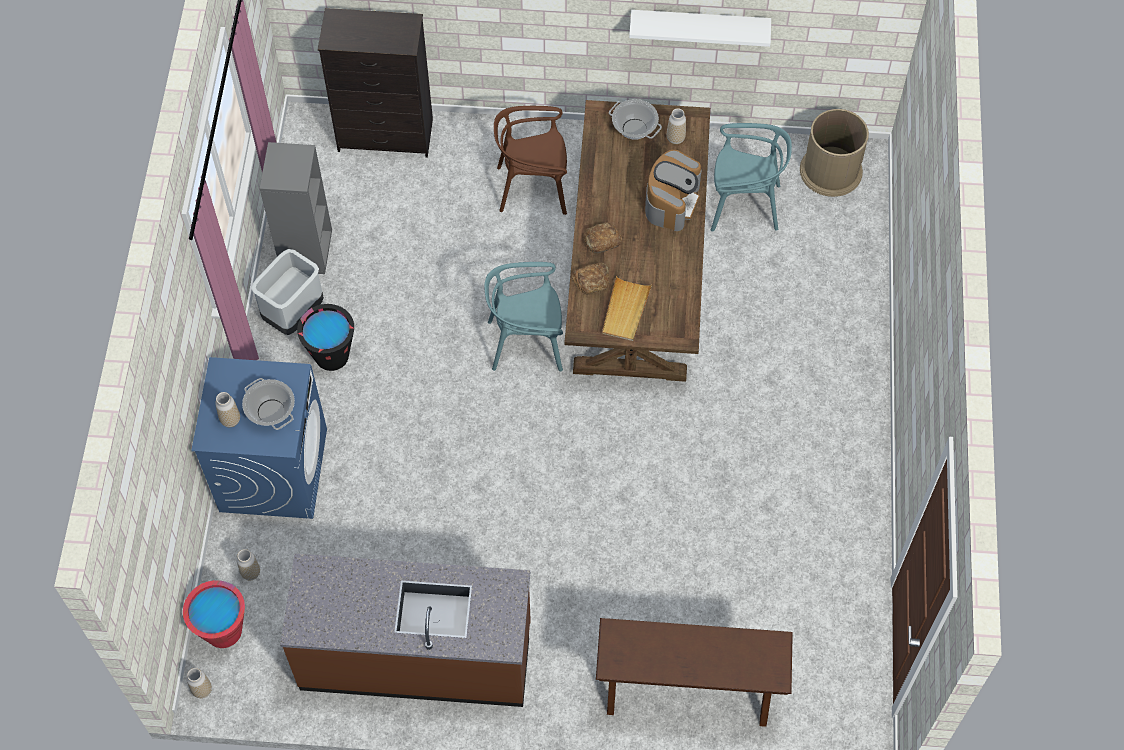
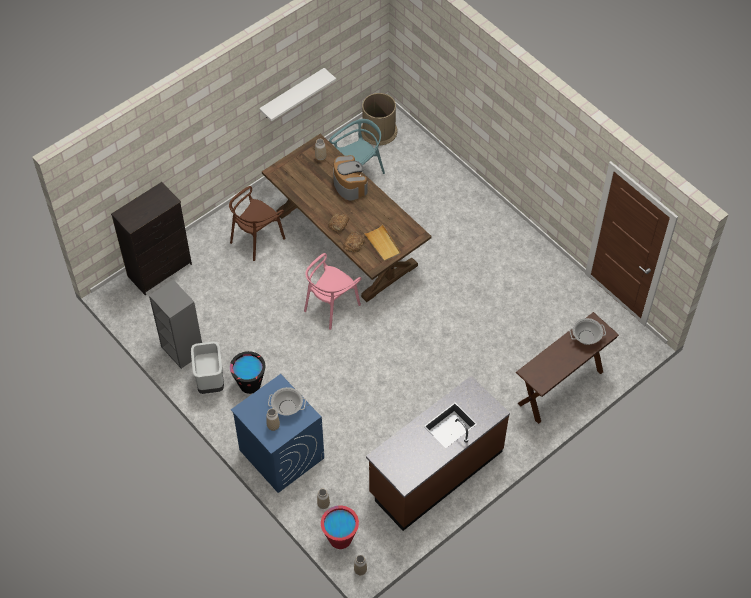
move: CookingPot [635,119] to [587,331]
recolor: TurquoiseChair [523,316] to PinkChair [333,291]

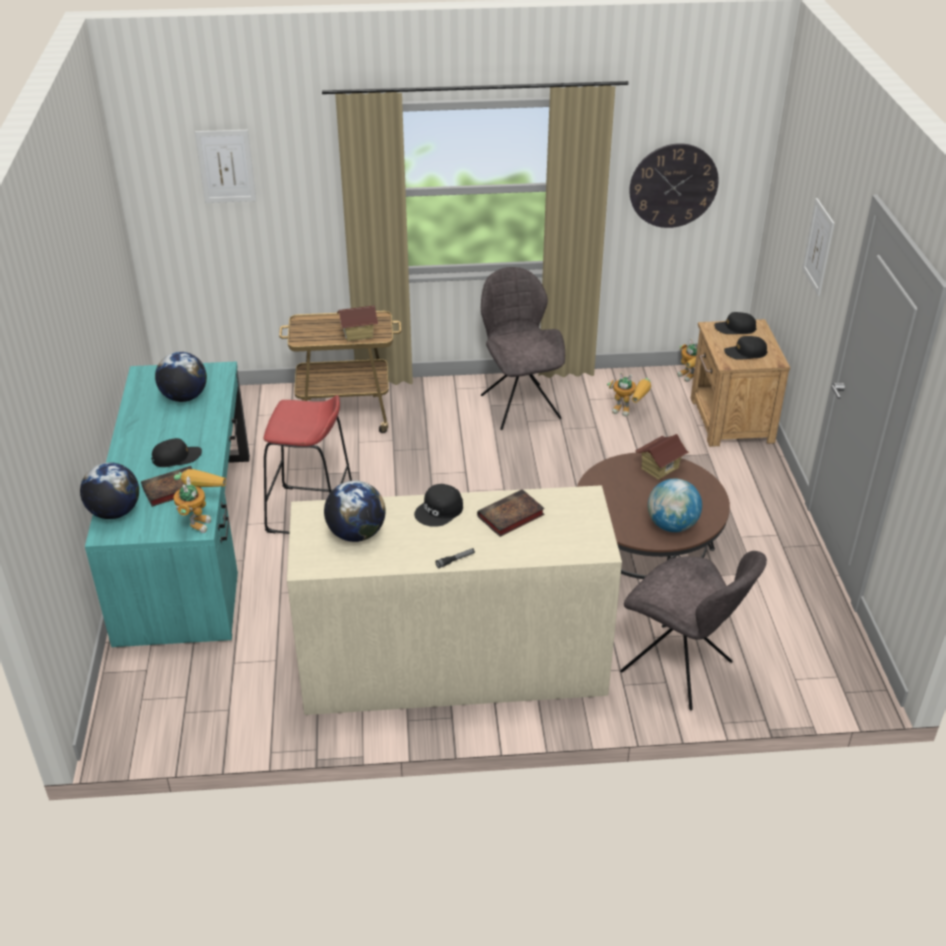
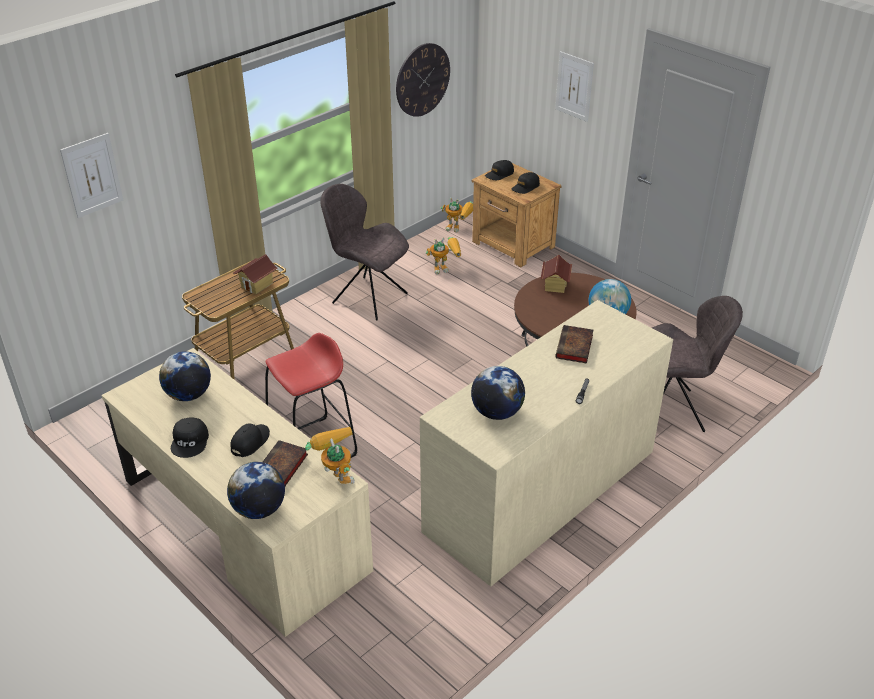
move: BlackCap [438,505] to [190,438]
recolor: TurquoiseDesk [167,504] to BeigeDesk [237,492]

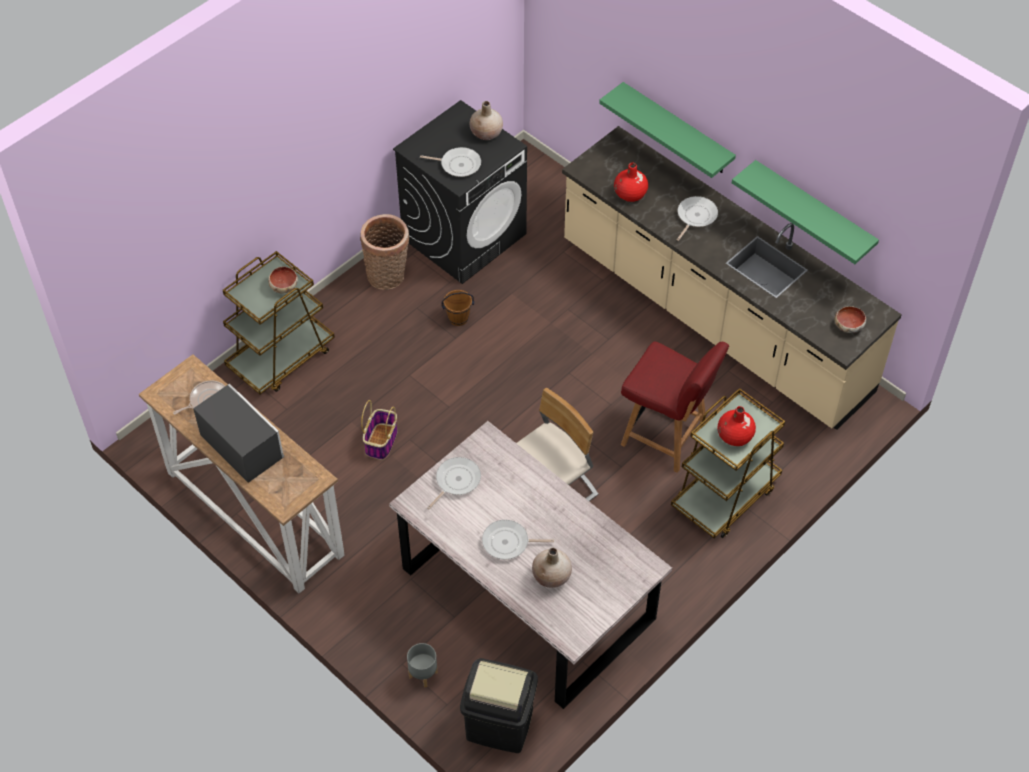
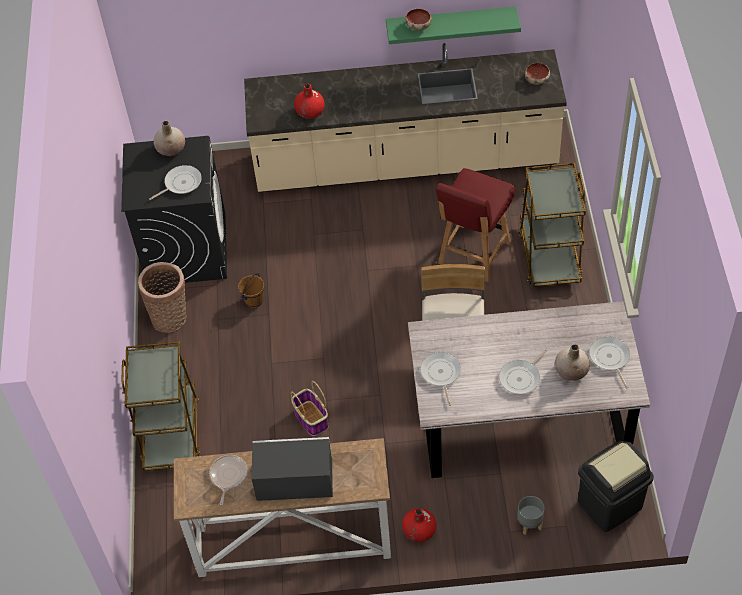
delete: GreenShelf [667,130]
move: Bowl [283,280] to [418,19]; FryingPan [697,218] to [609,362]; RedVase [736,426] to [419,525]
rotate: RedChair [675,407] = [475,225] 135 degrees clockwise

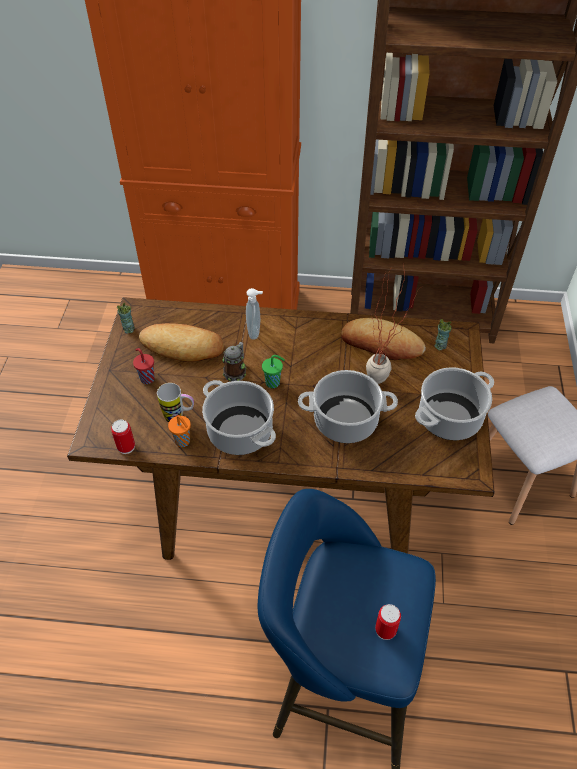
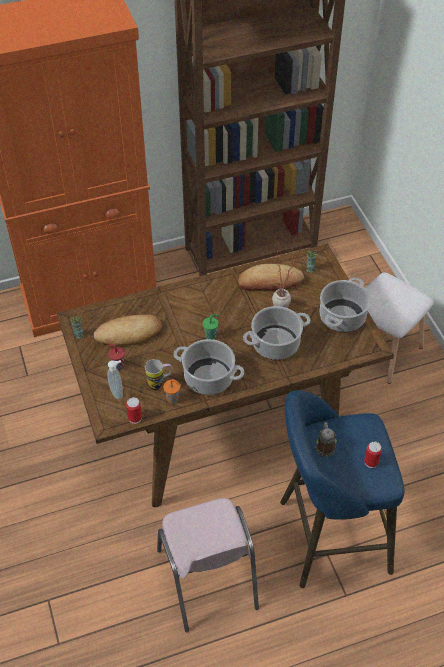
insert: PinkChair [208,565]
move: Mug [235,361] to [326,439]; SoapDispenser [254,314] to [115,379]

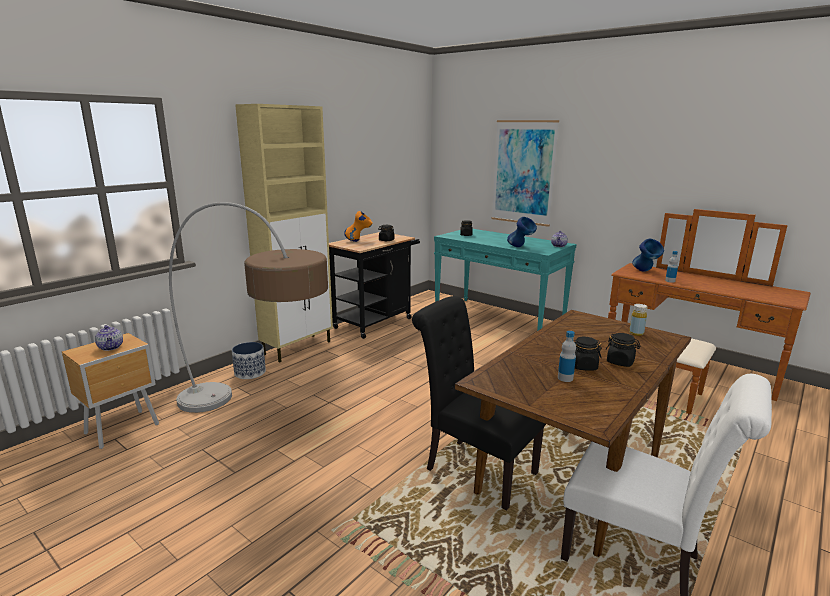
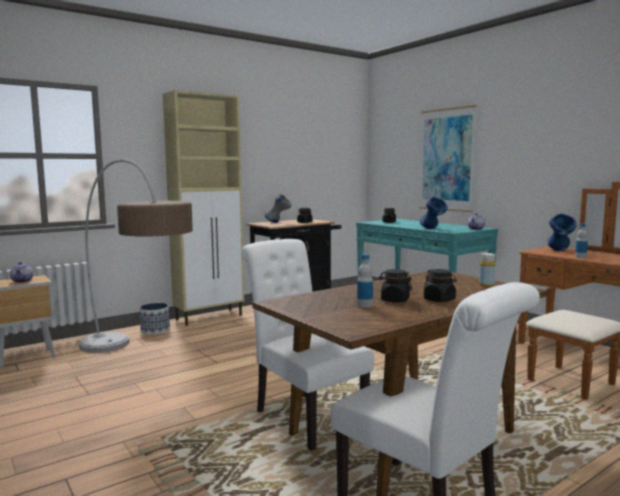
recolor: OrangeVase [358,226] to GreyVase [278,208]; BlackChair [479,403] to WhiteChair [307,345]

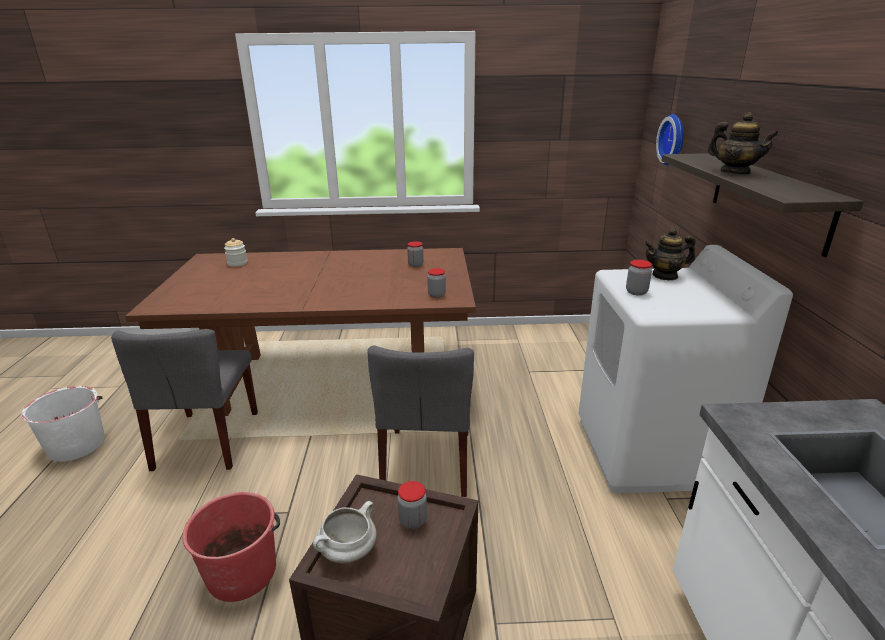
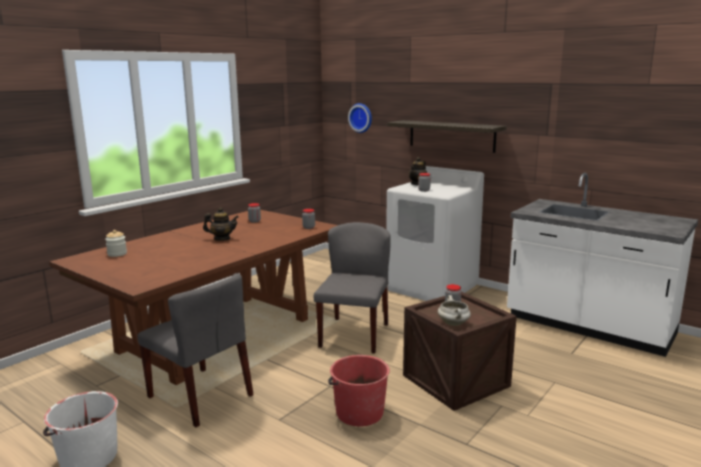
move: Teapot [743,143] to [221,224]
rotate: GreyChair [420,421] = [351,288] 120 degrees counterclockwise

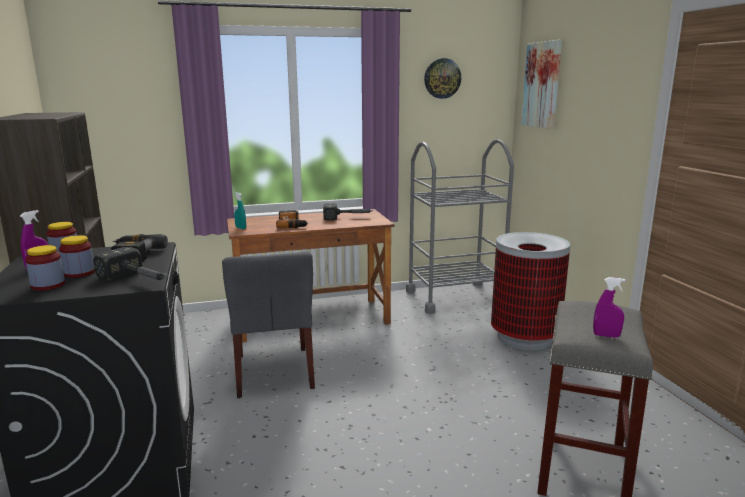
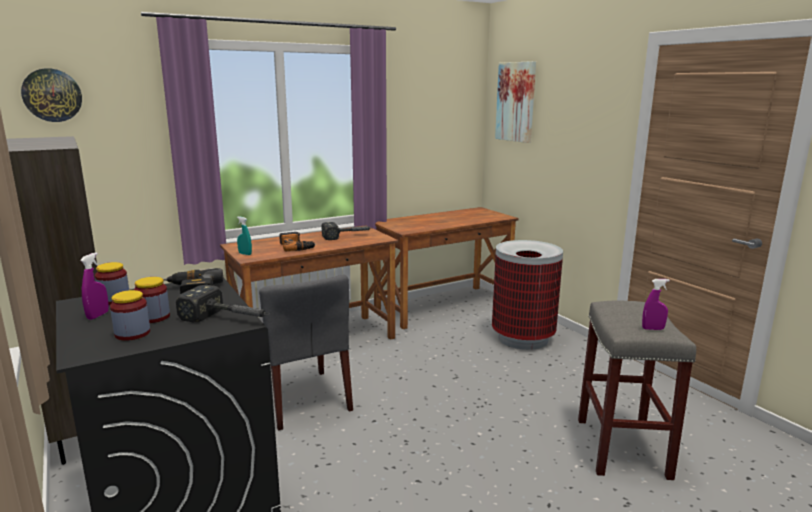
move: WallClock [442,78] to [51,95]
replace: GreyCart [460,226] to BrownDesk [446,268]

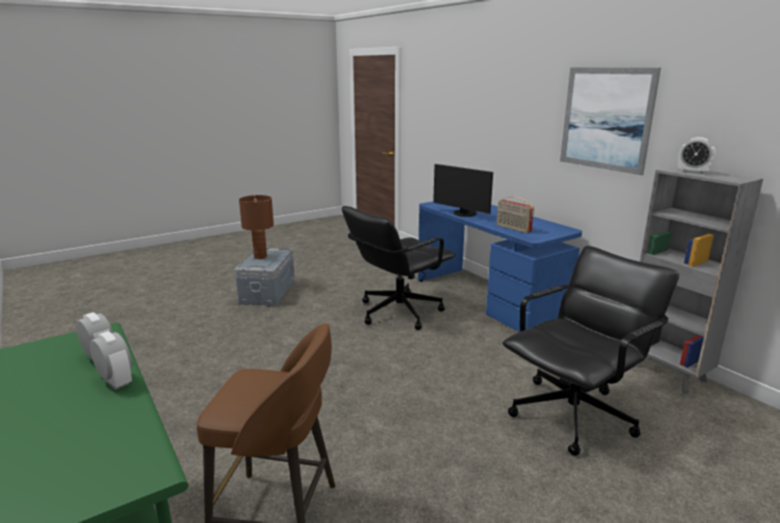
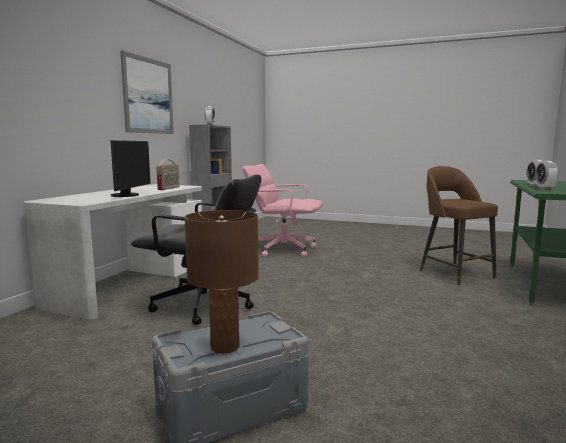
recolor: BlueDesk [500,266] to WhiteDesk [113,252]; BlackOfficeChair [591,351] to PinkOfficeChair [283,210]

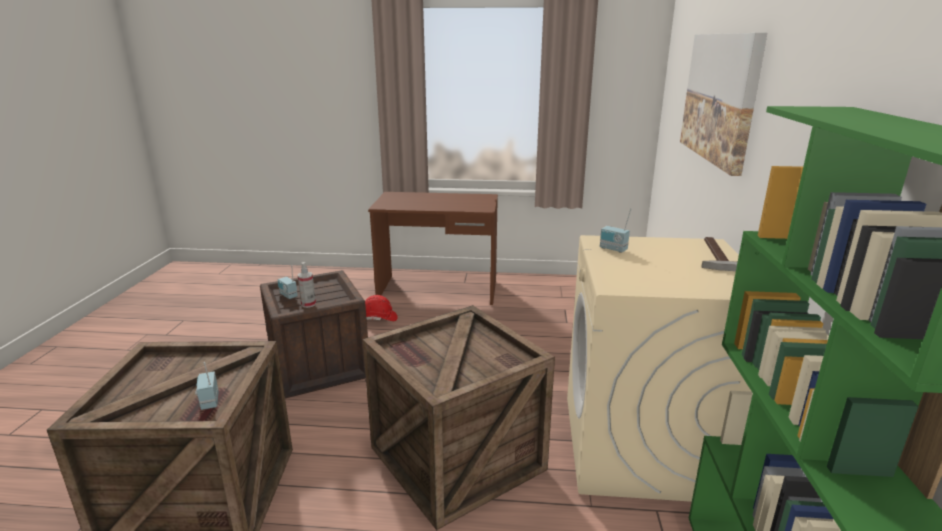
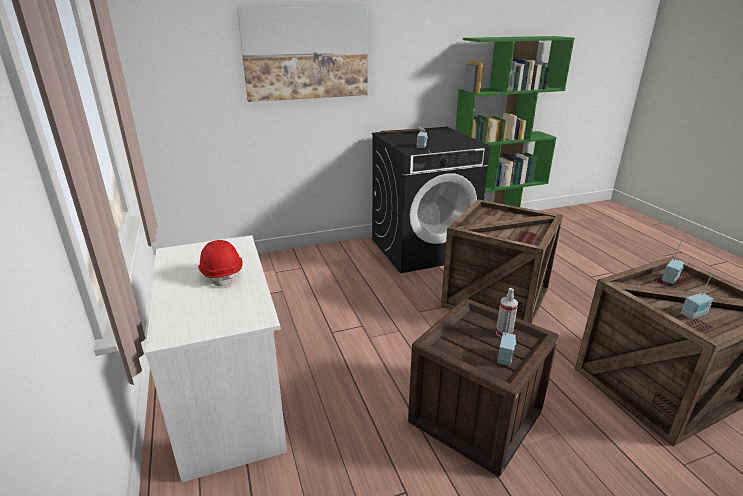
insert: Radio [697,296]
move: RedHardHat [381,308] to [220,263]
recolor: BrownDesk [433,248] to WhiteDesk [216,359]; BeigeWashingMachine [659,368] to BlackWashingMachine [431,200]

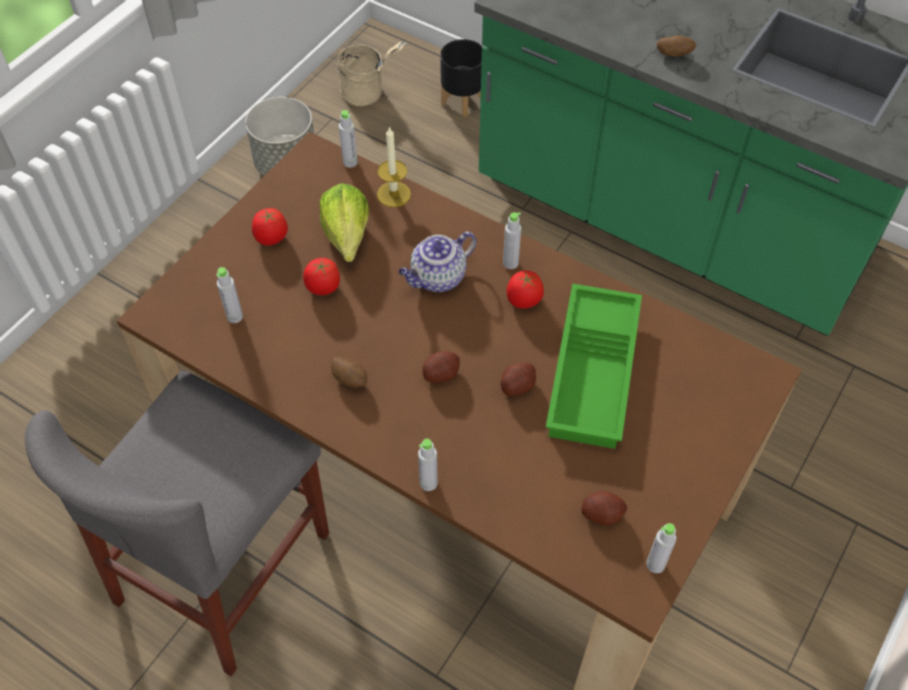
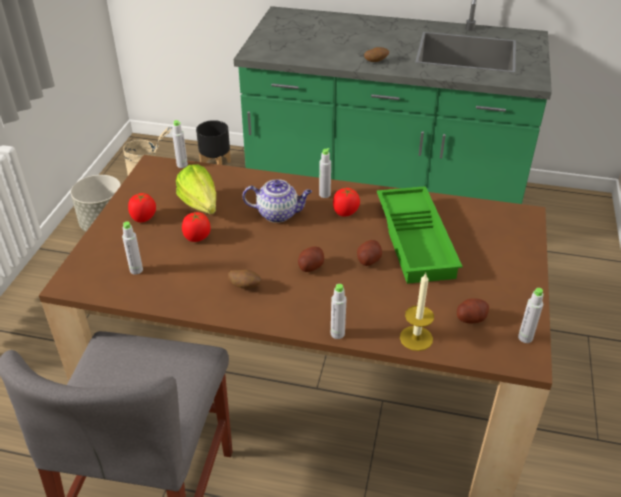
move: Candle [394,166] to [417,311]
rotate: Teapot [437,261] = [277,201] 120 degrees counterclockwise

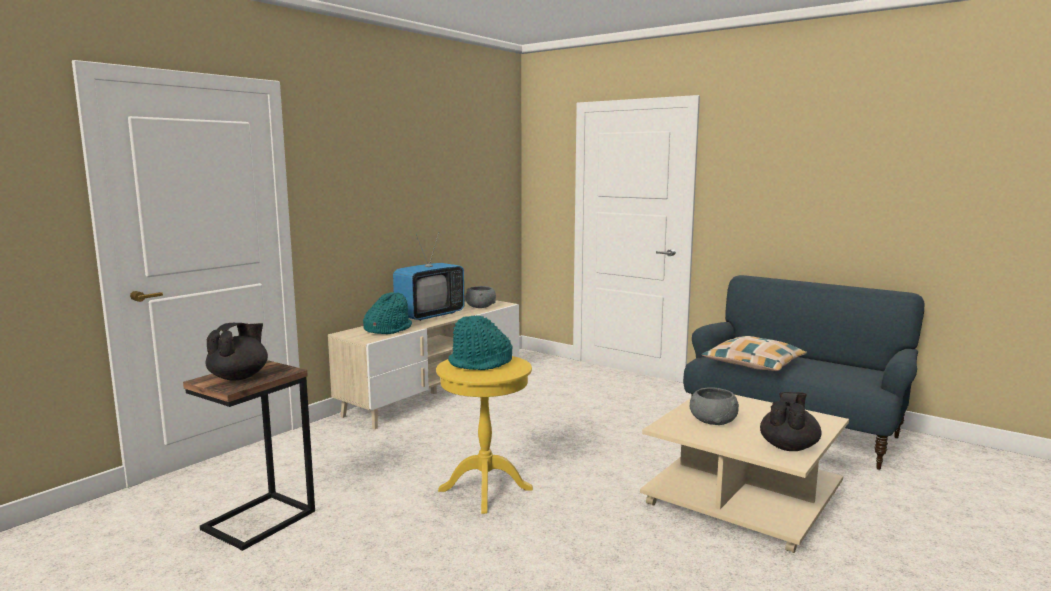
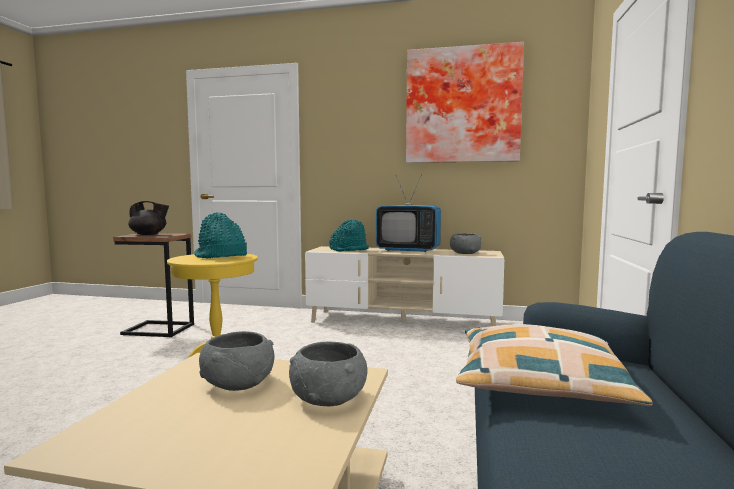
delete: BlackTeapot [791,421]
insert: GreyBowl [328,374]; Picture [465,102]

